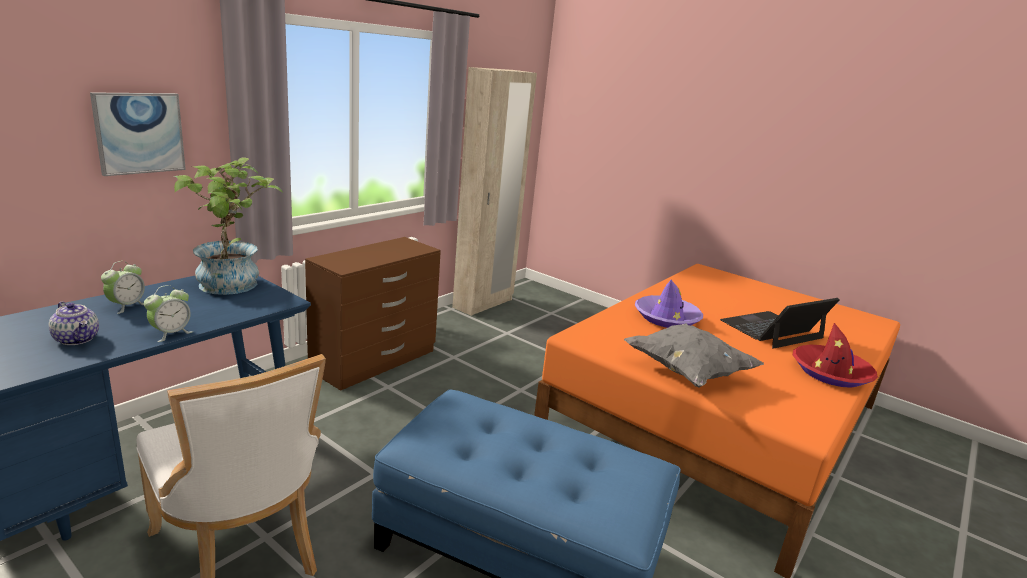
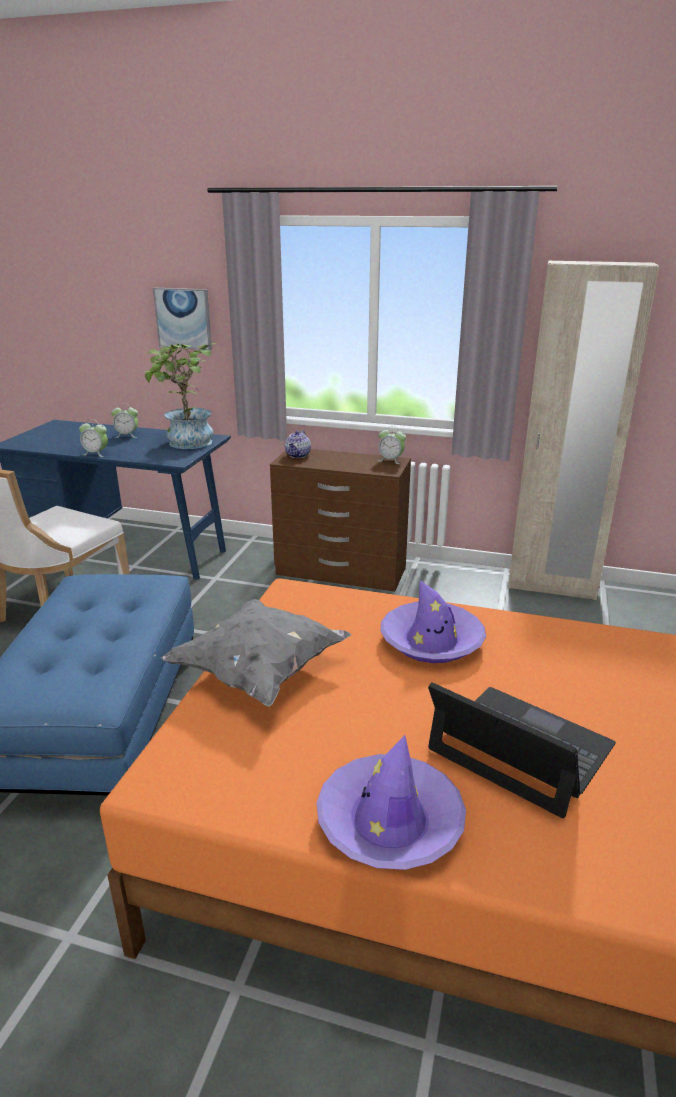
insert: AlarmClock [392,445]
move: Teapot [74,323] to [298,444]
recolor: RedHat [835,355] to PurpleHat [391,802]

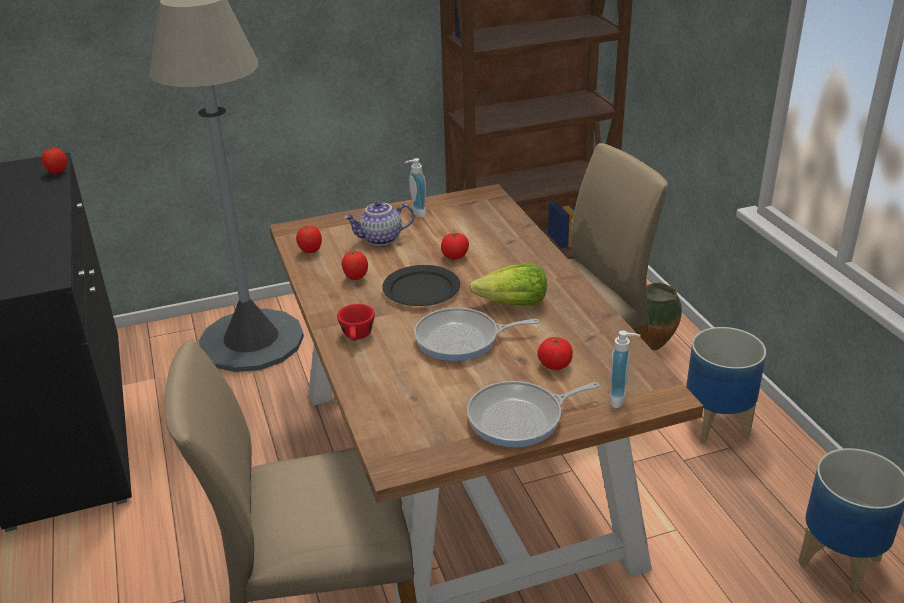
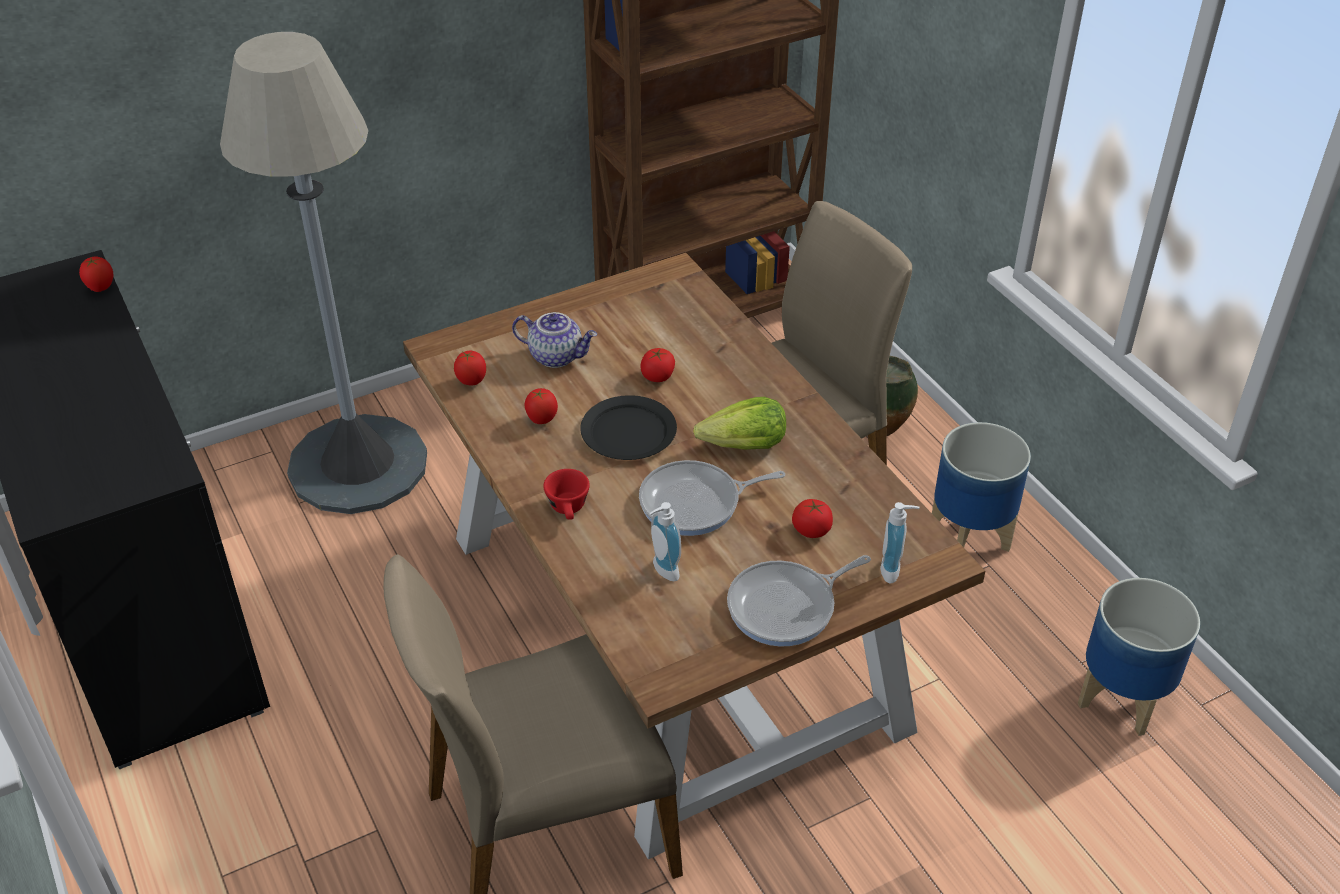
move: SoapDispenser [415,188] to [665,541]
rotate: Teapot [379,223] = [554,340] 135 degrees counterclockwise

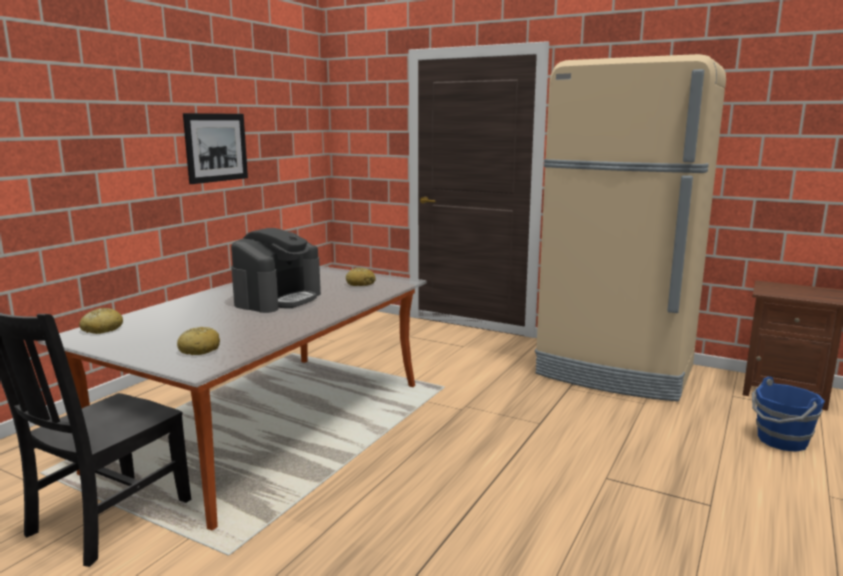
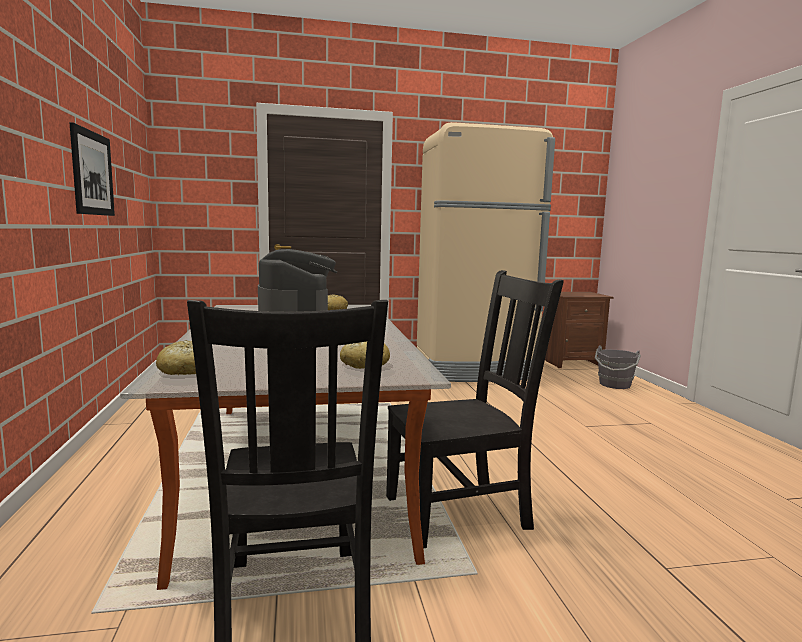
insert: BlackChair [475,409]
recolor: BlueBucket [788,414] to GreyBucket [618,367]

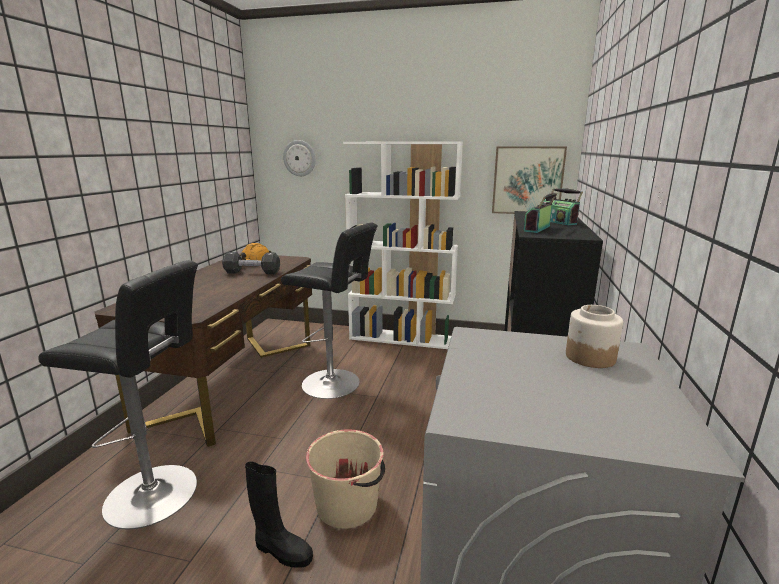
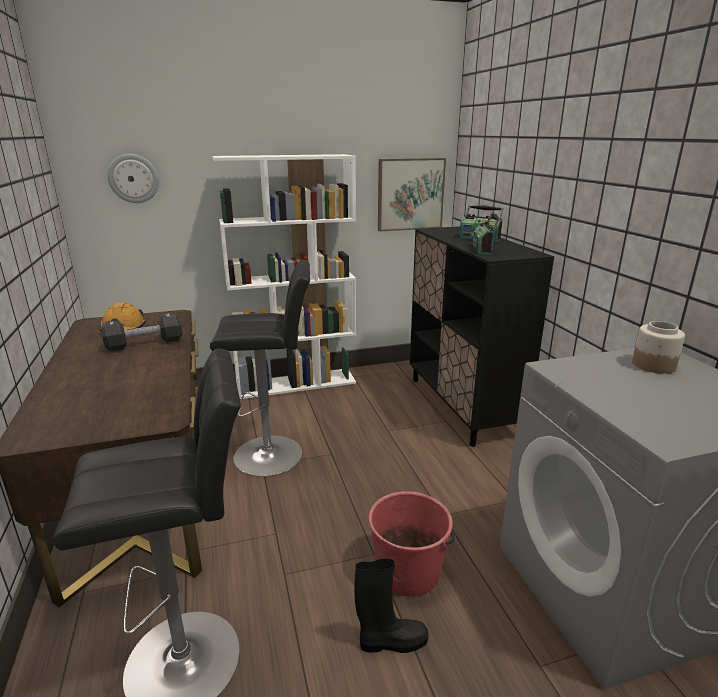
recolor: BeigeBucket [345,479] to RedBucket [411,544]

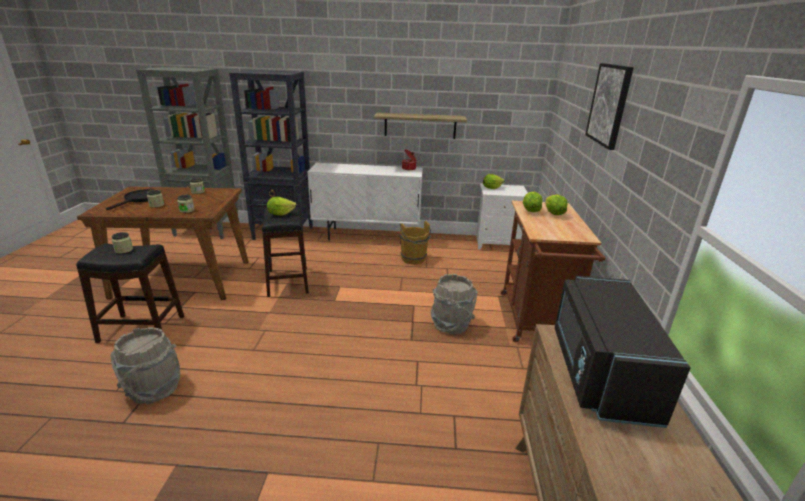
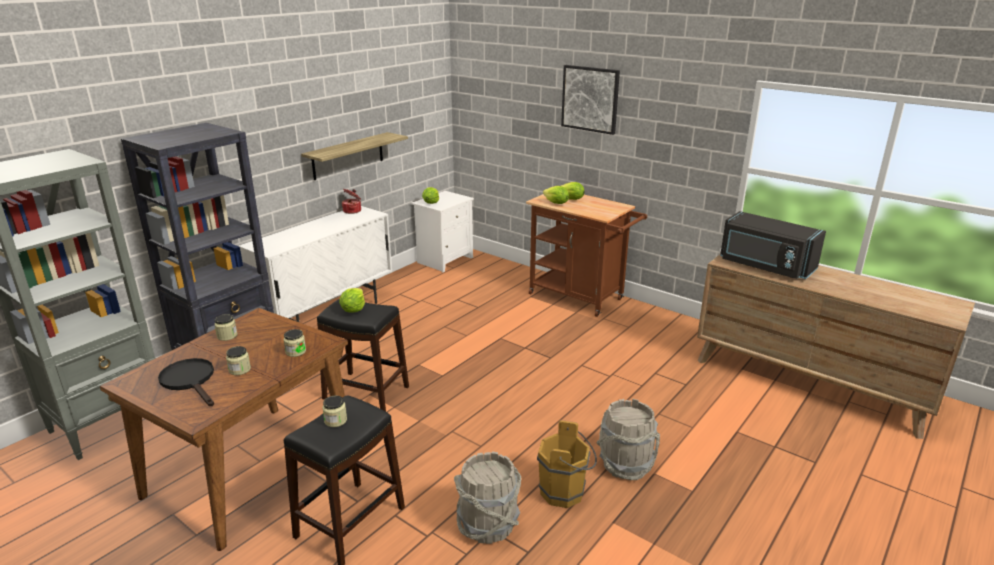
move: BrownBucket [415,243] to [567,464]; GreyBucket [454,304] to [628,439]

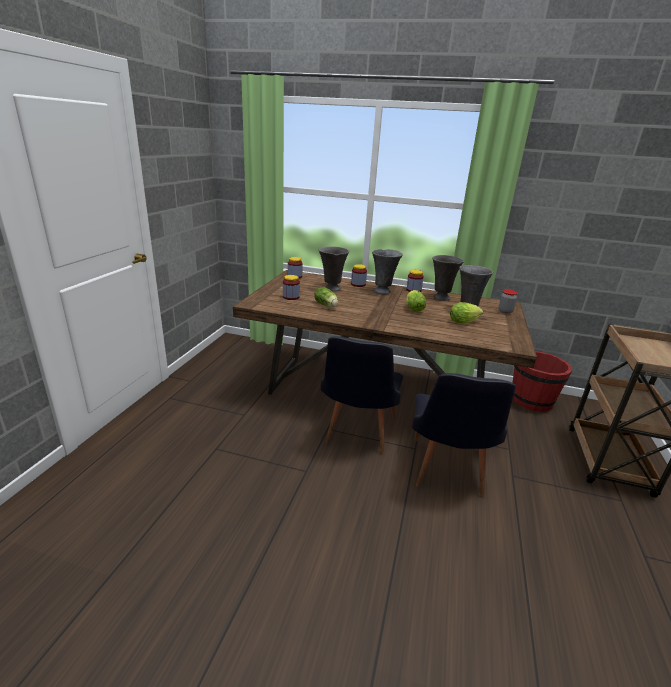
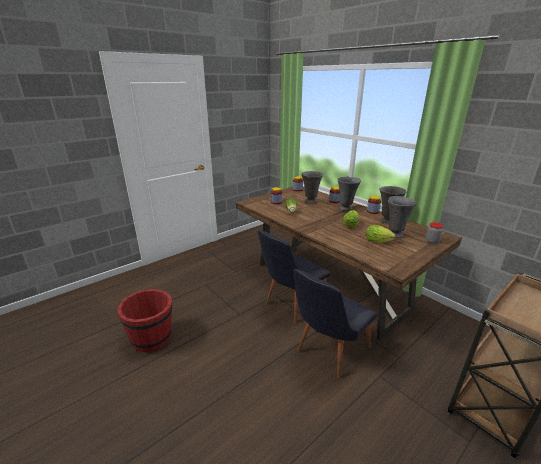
move: RedBucket [542,381] to [144,320]

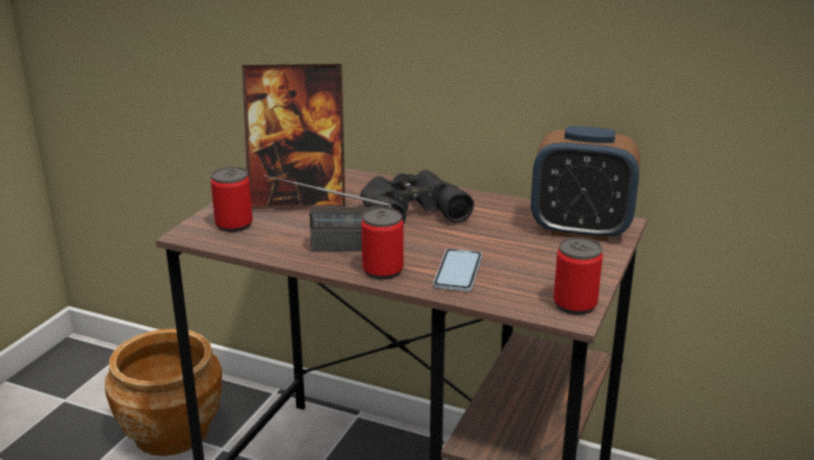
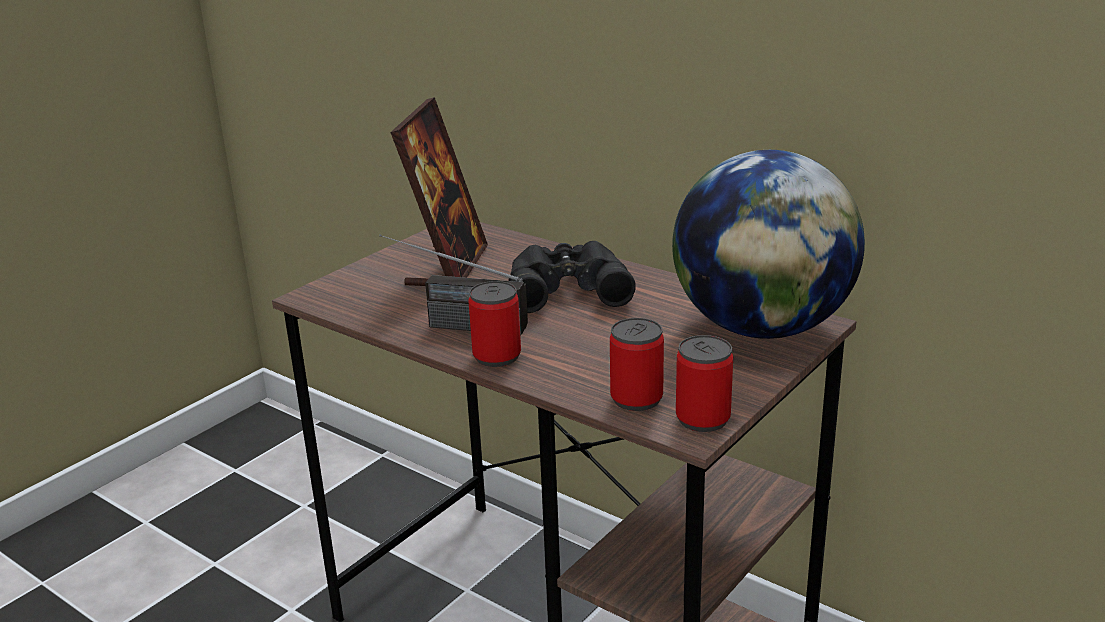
delete: BrownPlanter [163,392]; Phone [457,270]
move: Can [232,199] to [637,364]
replace: AlarmClock [585,183] to Globe [768,244]
rotate: PictureFrame [293,136] = [439,191] 90 degrees counterclockwise

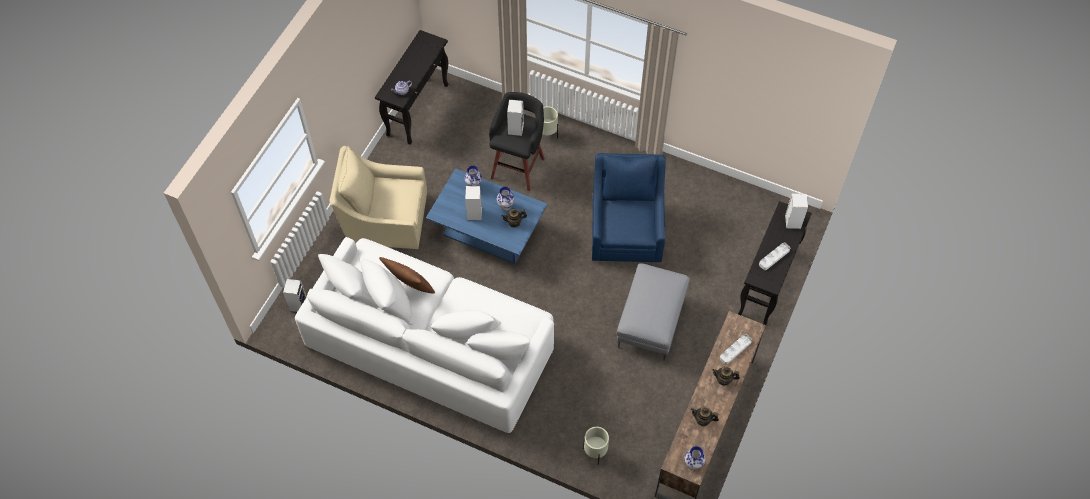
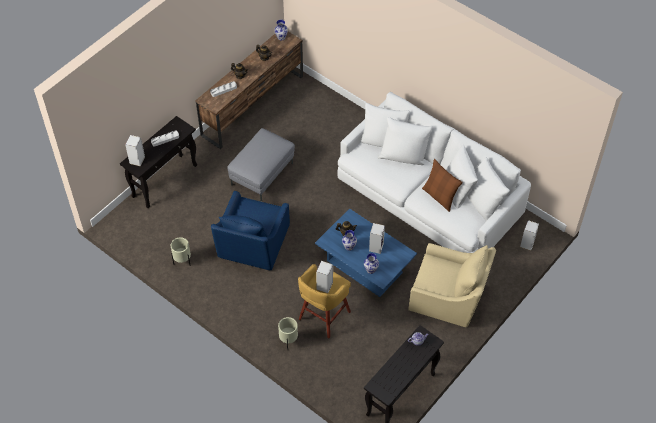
move: BeigePlanter [596,446] to [181,251]
recolor: BlackStool [517,141] to YellowStool [324,301]

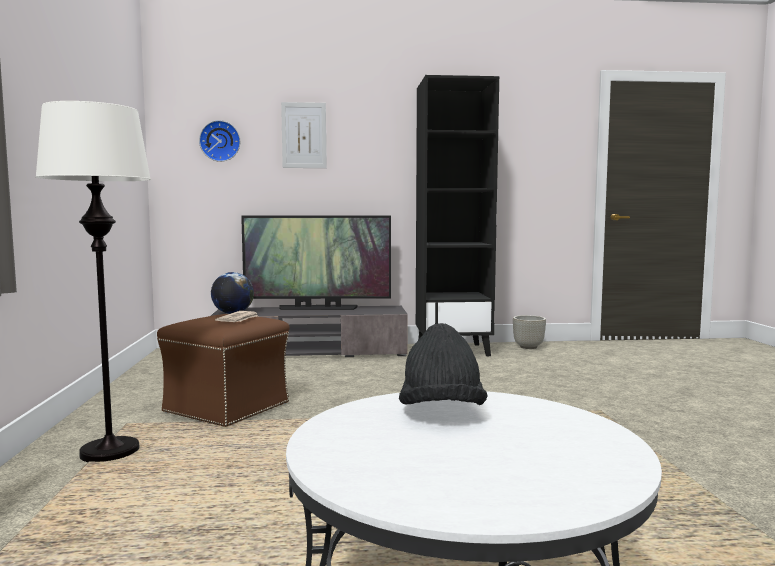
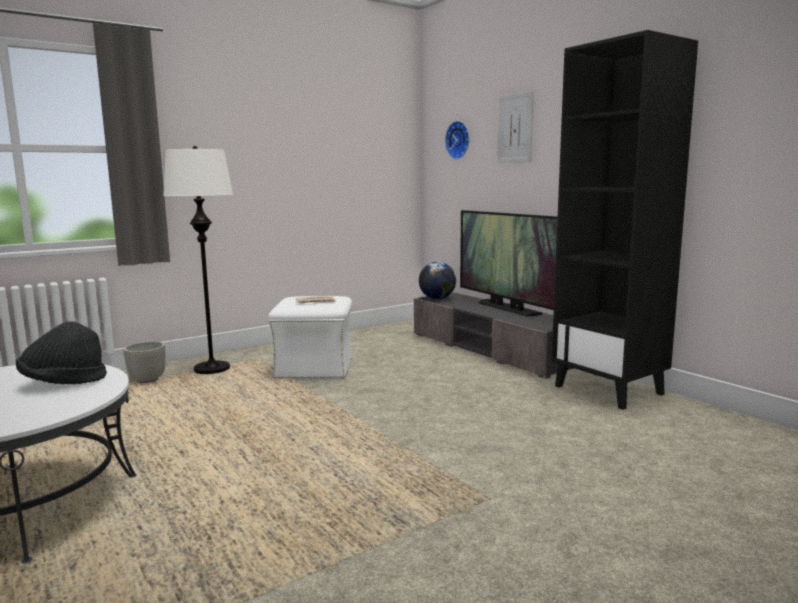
move: GreyPlanter [529,332] to [144,362]
recolor: BrownOttoman [223,370] to WhiteOttoman [310,337]

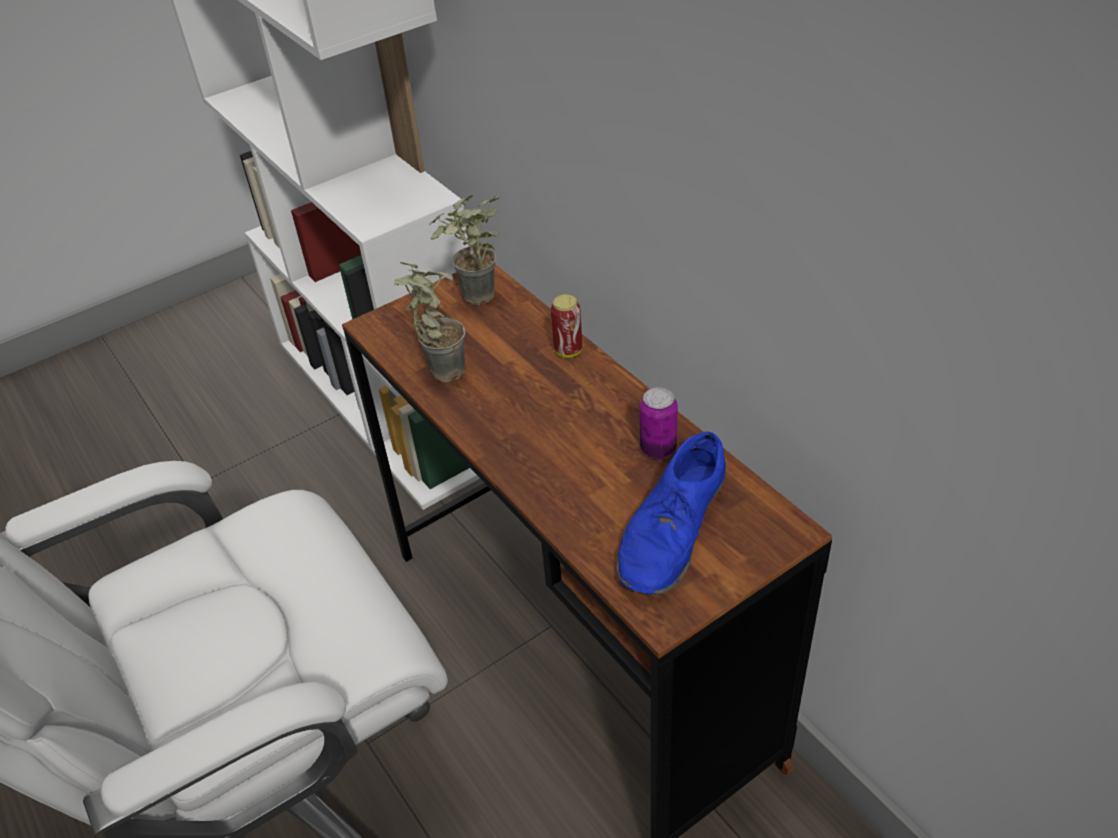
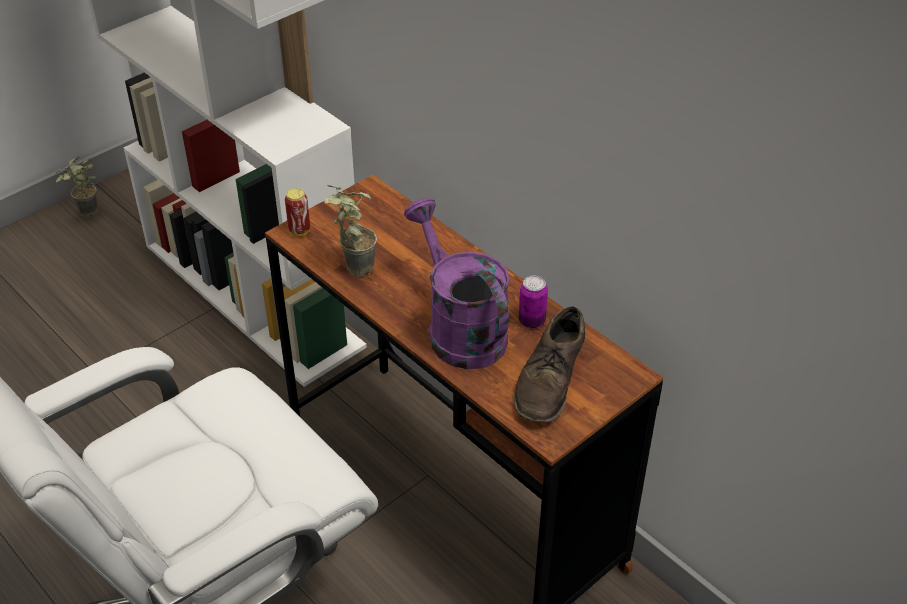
insert: PurpleWateringCan [457,283]
move: PottedPlant [464,250] to [76,187]; Can [566,326] to [297,212]
recolor: BlueShoe [671,513] to BrownShoe [549,364]

